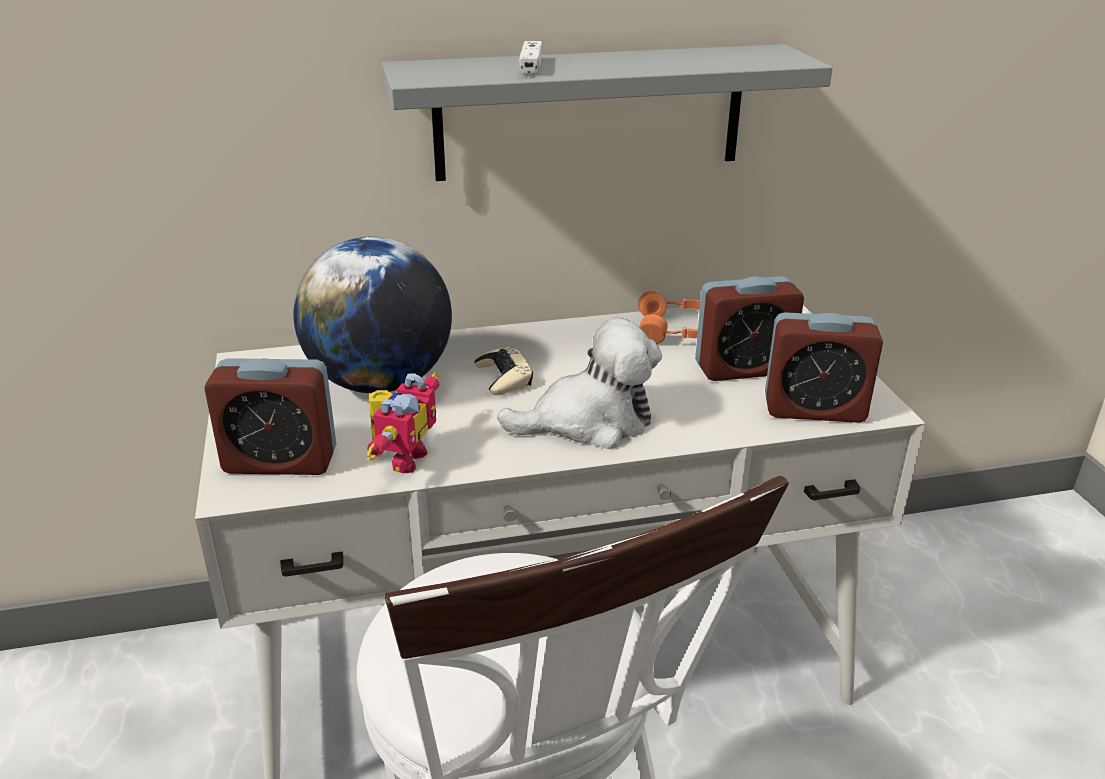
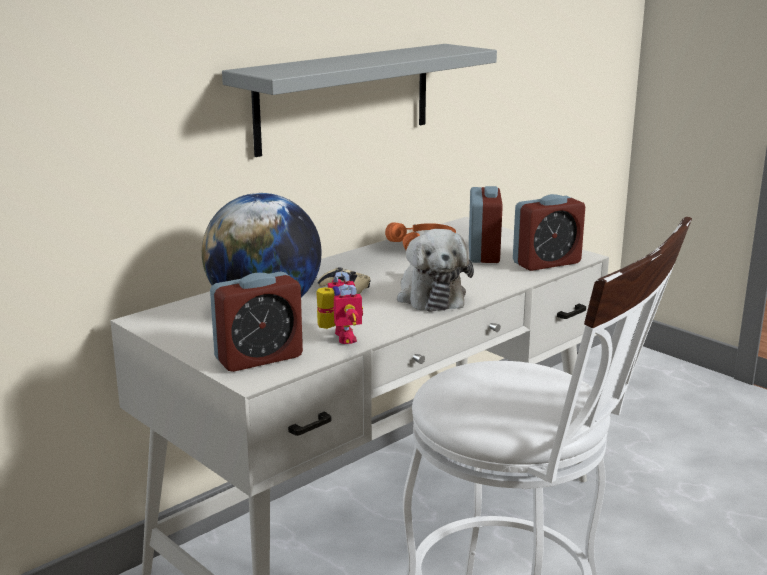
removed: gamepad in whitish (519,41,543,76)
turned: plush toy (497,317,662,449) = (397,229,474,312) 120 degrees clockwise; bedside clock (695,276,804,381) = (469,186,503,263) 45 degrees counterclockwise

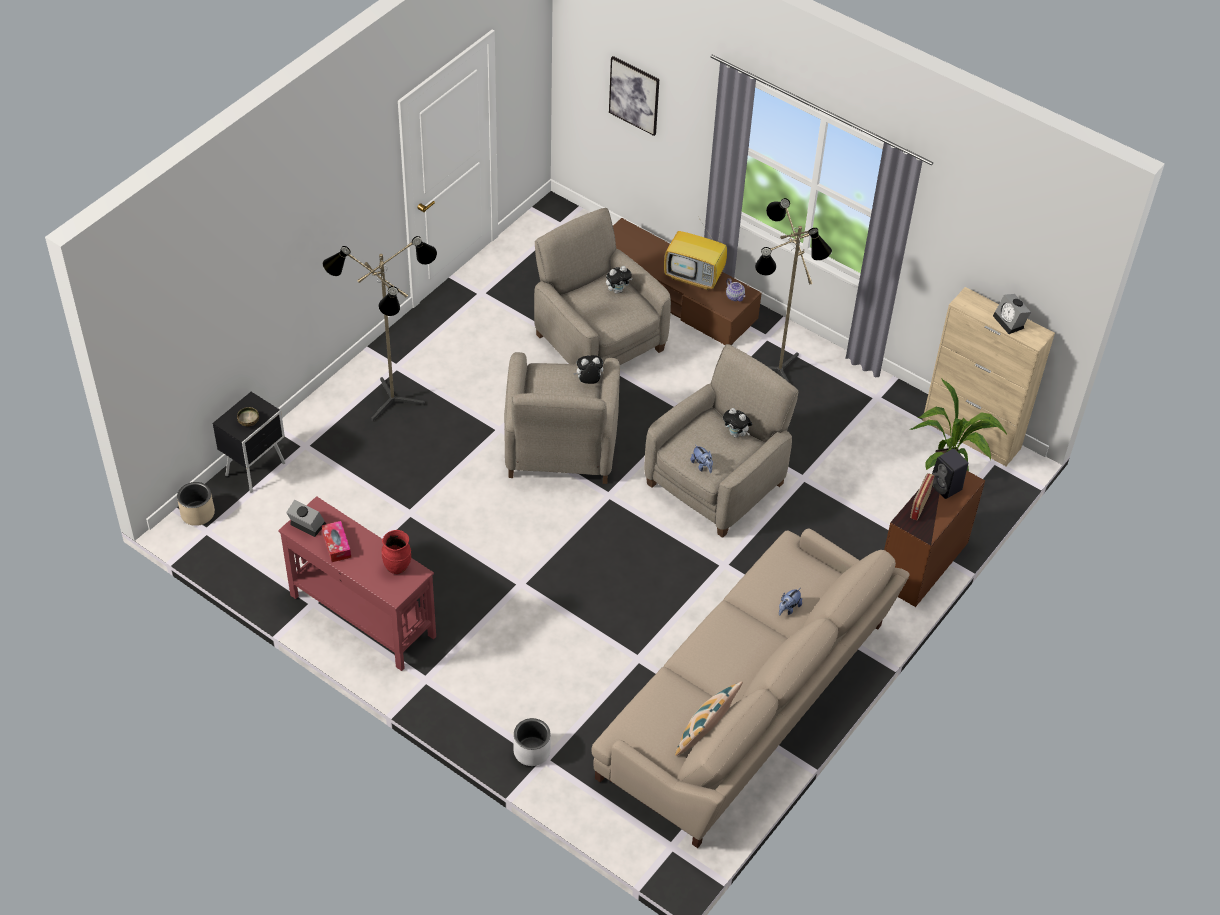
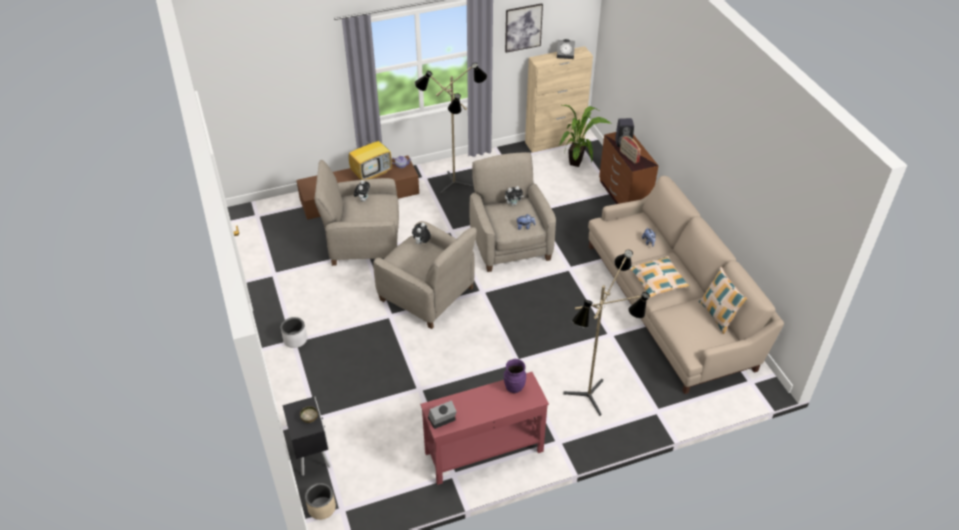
removed: tissue holder (322,521,351,562)
added: throw pillow (630,256,690,297)
moved: standard lamp (323,236,437,421) to (563,250,650,416); plant pot in whitish (513,718,551,766) to (281,317,307,348); wall art (609,56,659,136) to (505,3,543,53)
recoloured: decorative vase in red (381,530,411,574) to decorative vase in purplish (504,359,526,393)

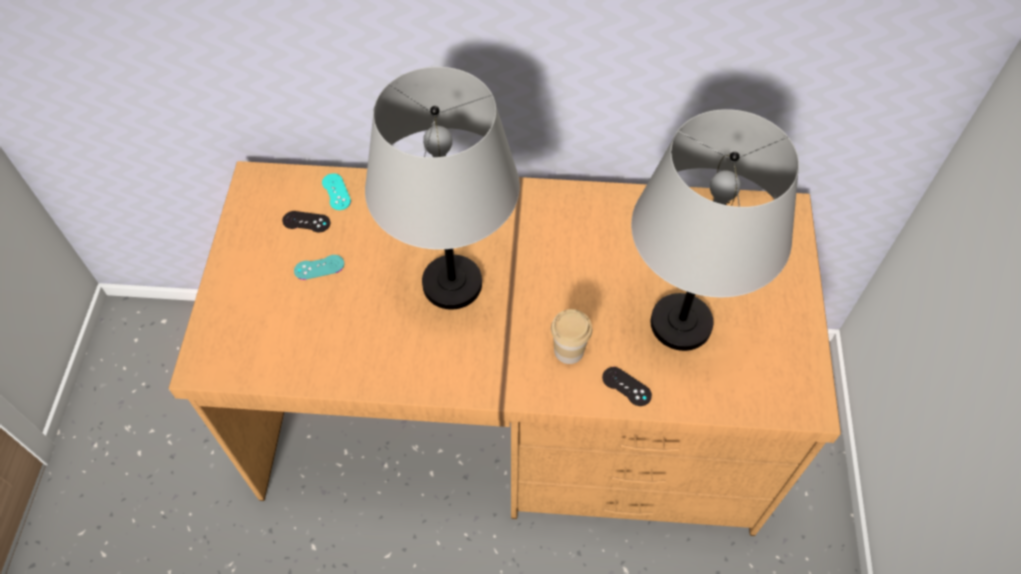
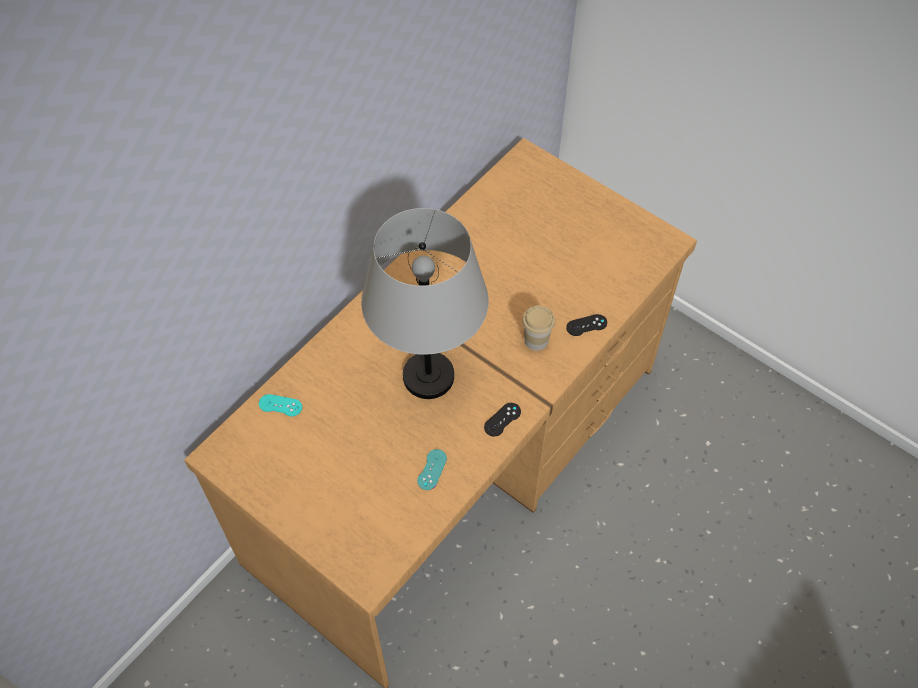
removed: table lamp in greyish (631,109,799,351)
moved: gamepad in blackish (282,211,330,232) to (484,403,521,437); gamepad in turquoise-coloured (294,255,344,280) to (417,449,447,490)

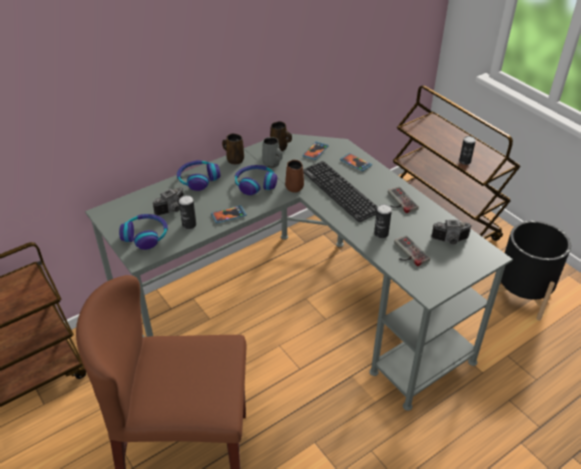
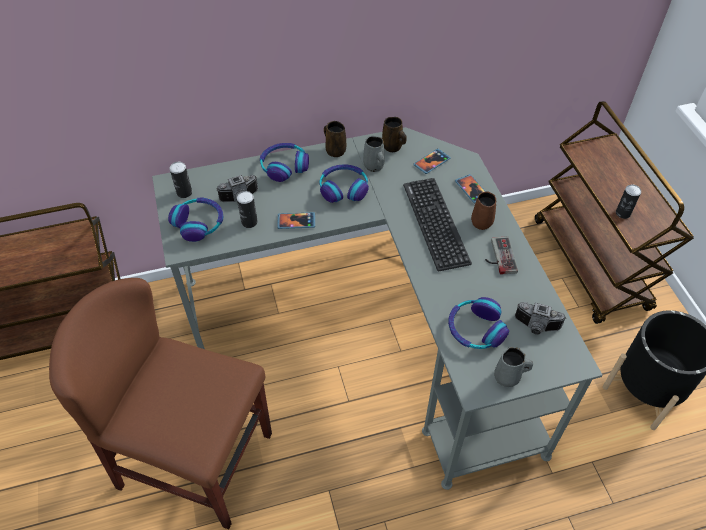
added: mug in greyish (494,347,533,387)
moved: mug in brownish (285,160,304,192) to (471,191,496,230); metal can (374,204,392,238) to (169,162,192,198)
replaced: gamepad (394,235,430,267) to pair of headphones (448,297,509,349)

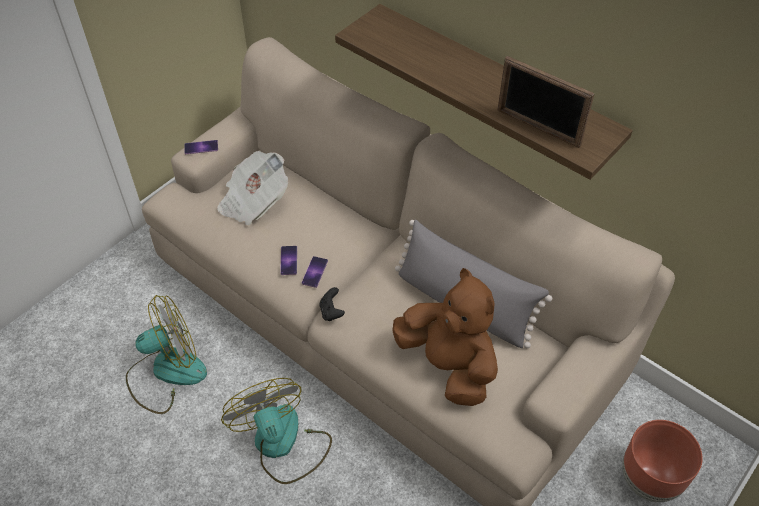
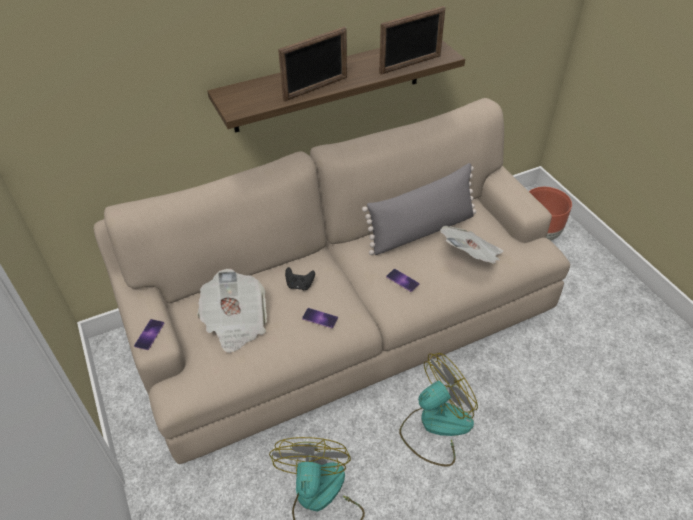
added: standing frame (278,27,347,101)
moved: telephone (302,256,328,288) to (386,269,419,292); gamepad in blackish (320,287,345,321) to (285,267,315,290)
replaced: plush toy in brownish (392,268,498,406) to newspaper (440,226,504,264)
turned: electric fan (221,378,332,484) = (400,353,478,467) 150 degrees clockwise

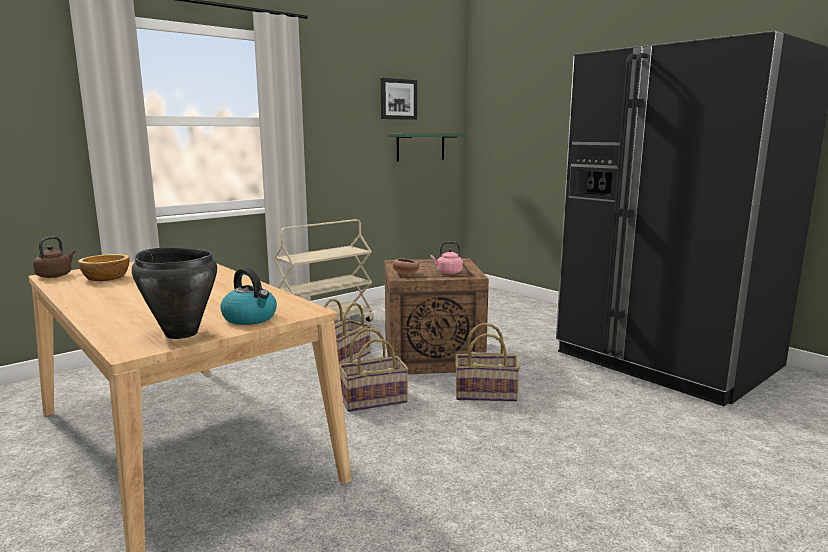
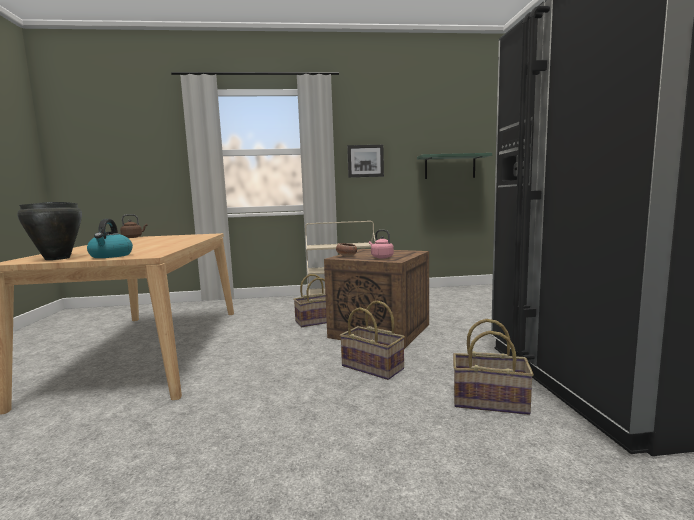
removed: serving bowl (78,254,130,281)
moved: basket (339,328,408,412) to (453,319,534,415); wall art (381,78,417,120) to (347,145,384,178)

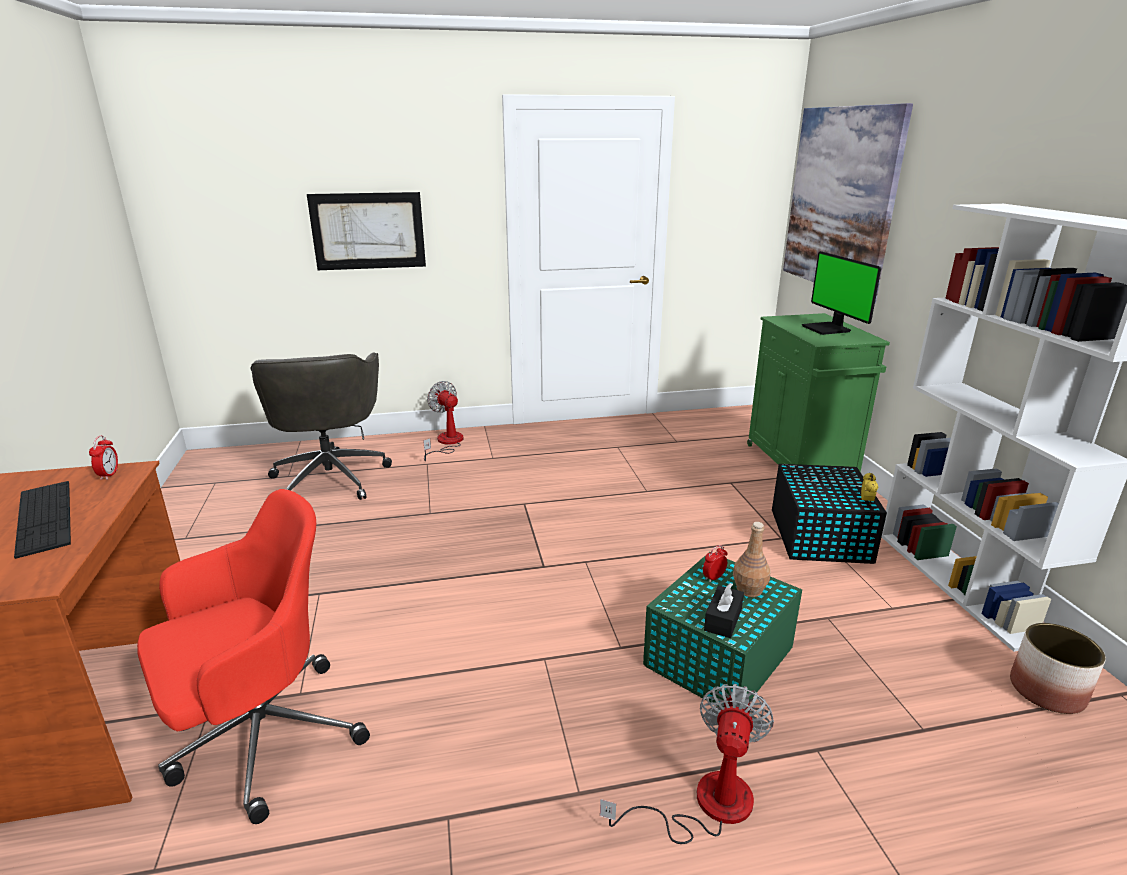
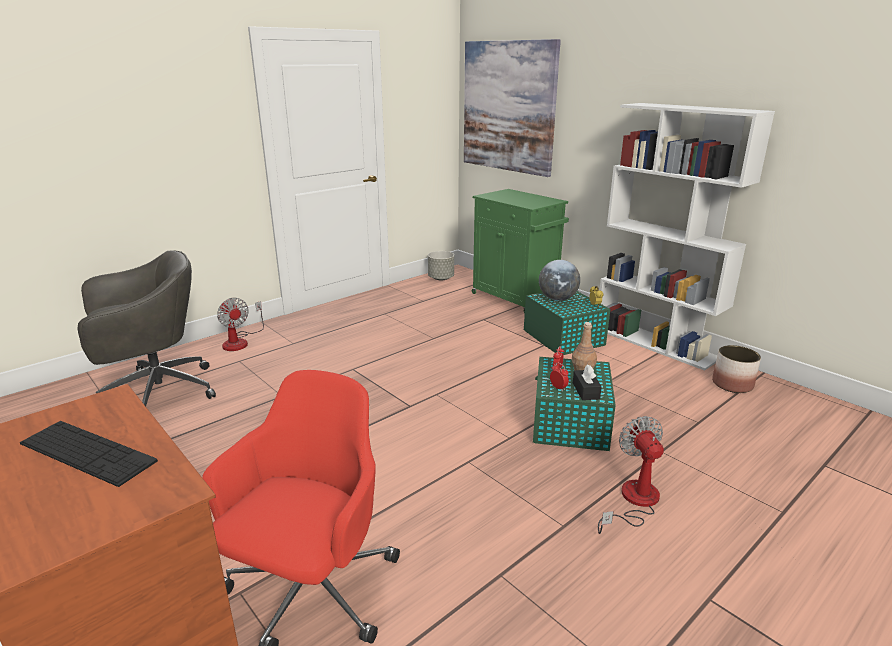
removed: wall art (307,192,426,270); monitor (802,251,881,335)
added: plant pot in greyish (428,251,454,280); world globe (539,260,580,301)
moved: bedside clock (89,435,118,480) to (550,363,569,390)
recoloured: storage bin in blackish (772,464,887,564) to storage bin in greenish (524,291,610,355)
turned: desk chair in greyish (251,353,392,500) = (77,250,216,406) 75 degrees counterclockwise; electric fan (423,381,464,461) = (217,298,264,351) 150 degrees counterclockwise

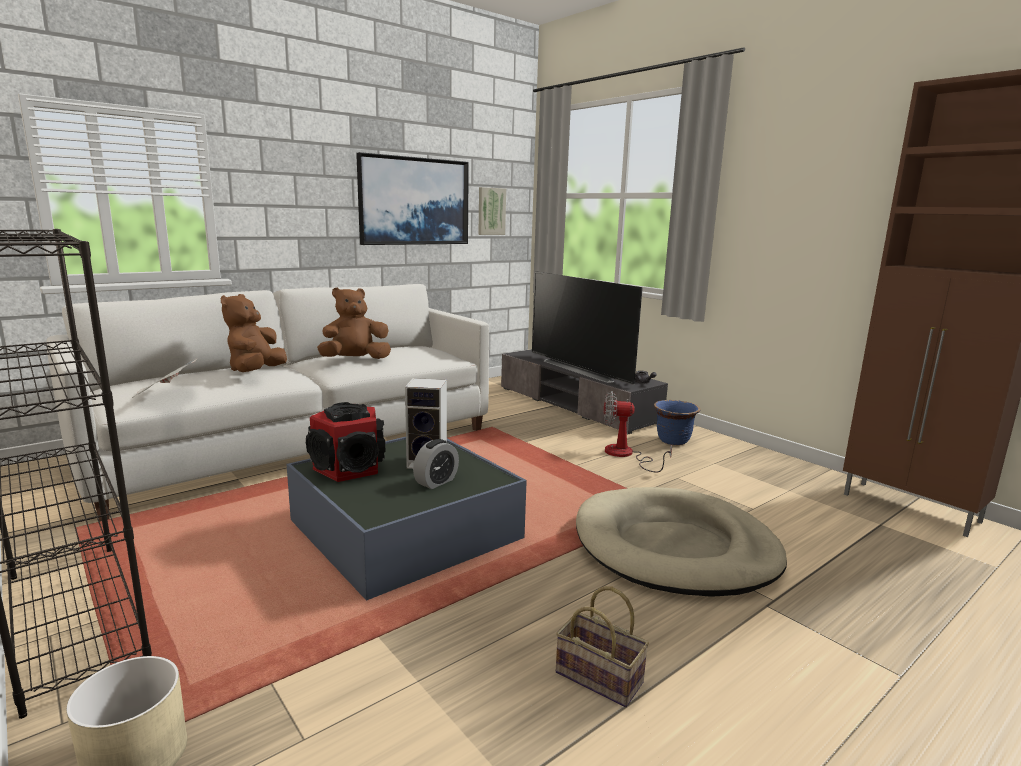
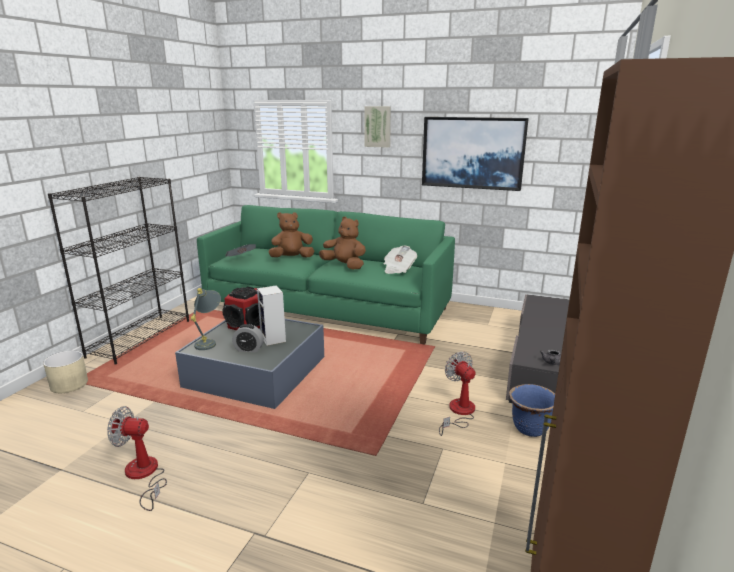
removed: TV set (532,271,643,385); dog bed in beige (576,487,787,597)
added: table lamp in greyish (190,288,221,350); newspaper (384,245,417,274)
moved: wall art (478,187,506,235) to (364,106,391,148)
replaced: basket (556,586,649,707) to electric fan (107,406,167,511)
recoloured: sofa in whitish (47,284,489,521) to sofa in greenish (197,205,455,344)

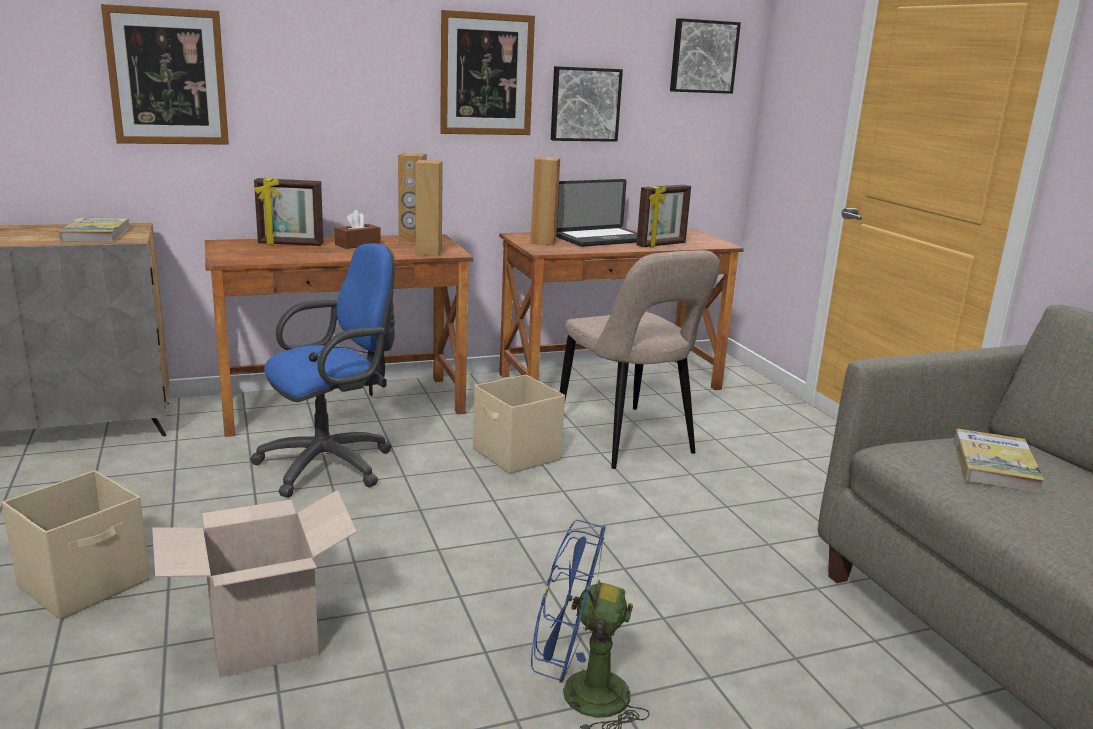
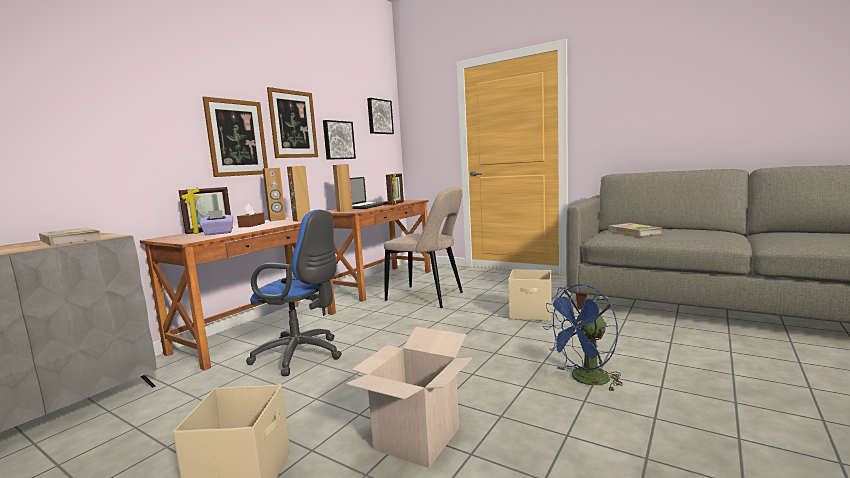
added: tissue holder in purplish (200,210,233,235)
moved: wall art (101,4,229,145) to (203,97,268,177); storage bin in beige (473,375,565,474) to (508,269,552,321)
turned: desk chair in bluish (250,243,395,497) = (246,210,342,376) 90 degrees clockwise

